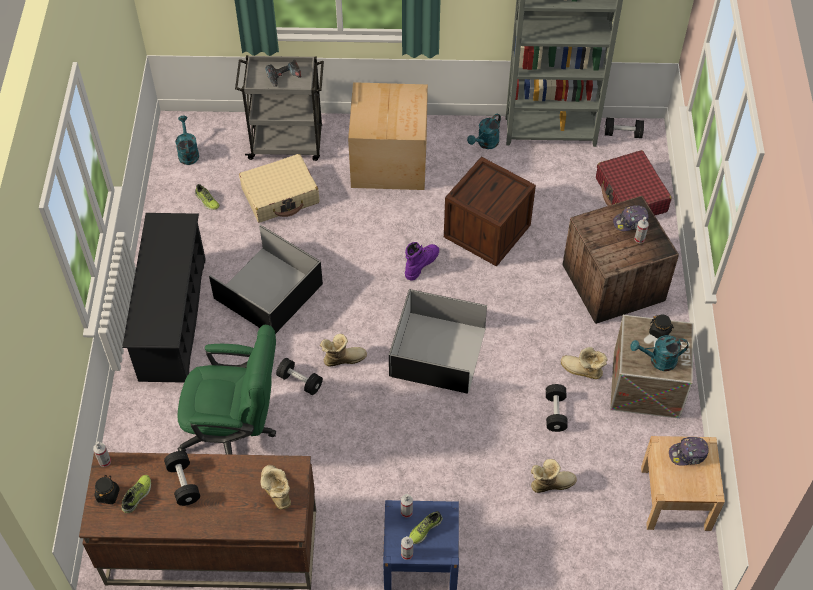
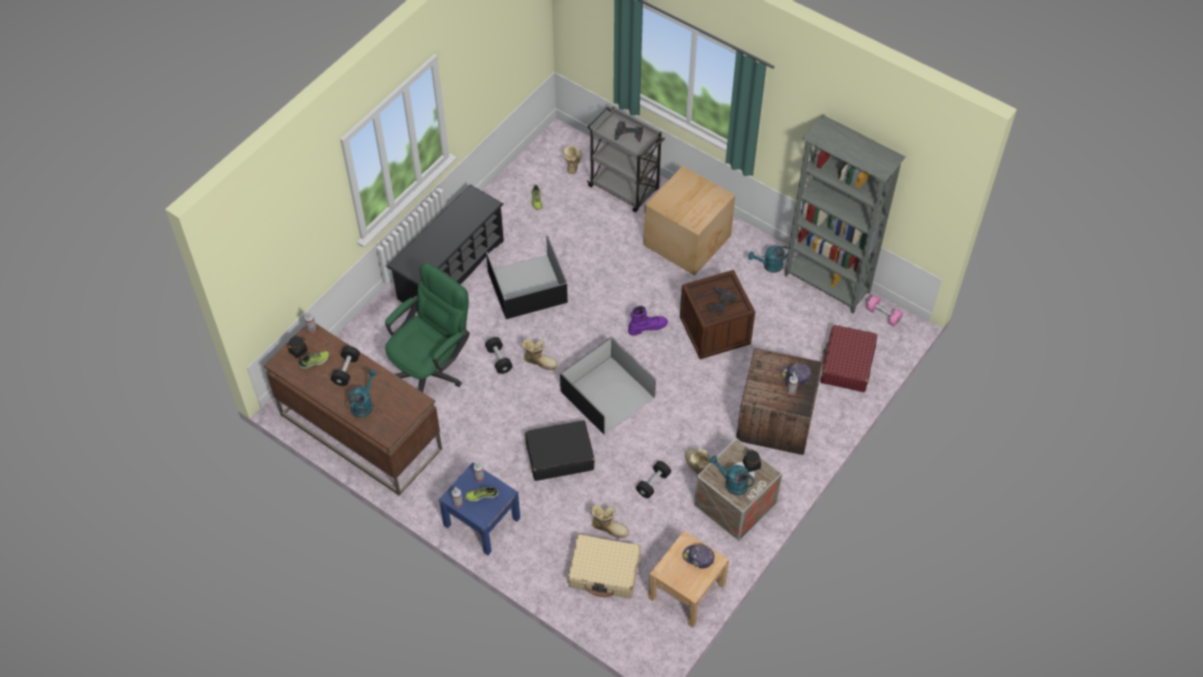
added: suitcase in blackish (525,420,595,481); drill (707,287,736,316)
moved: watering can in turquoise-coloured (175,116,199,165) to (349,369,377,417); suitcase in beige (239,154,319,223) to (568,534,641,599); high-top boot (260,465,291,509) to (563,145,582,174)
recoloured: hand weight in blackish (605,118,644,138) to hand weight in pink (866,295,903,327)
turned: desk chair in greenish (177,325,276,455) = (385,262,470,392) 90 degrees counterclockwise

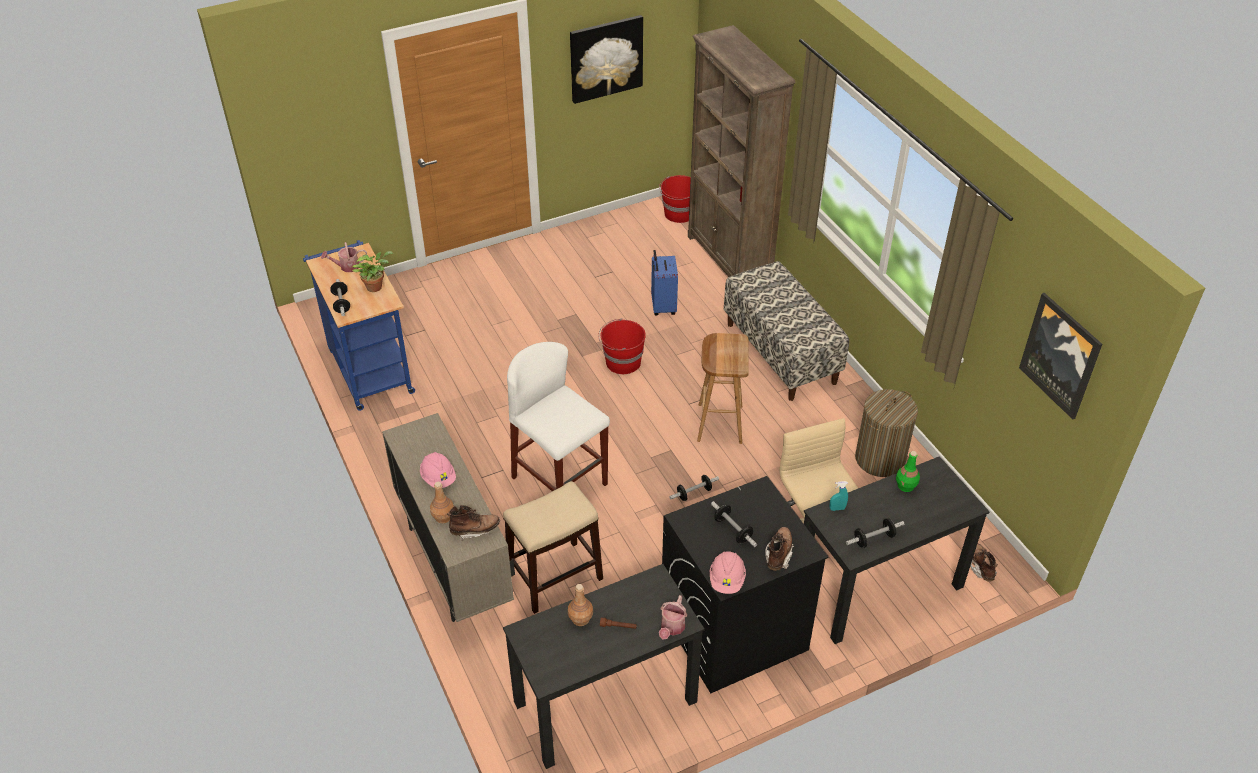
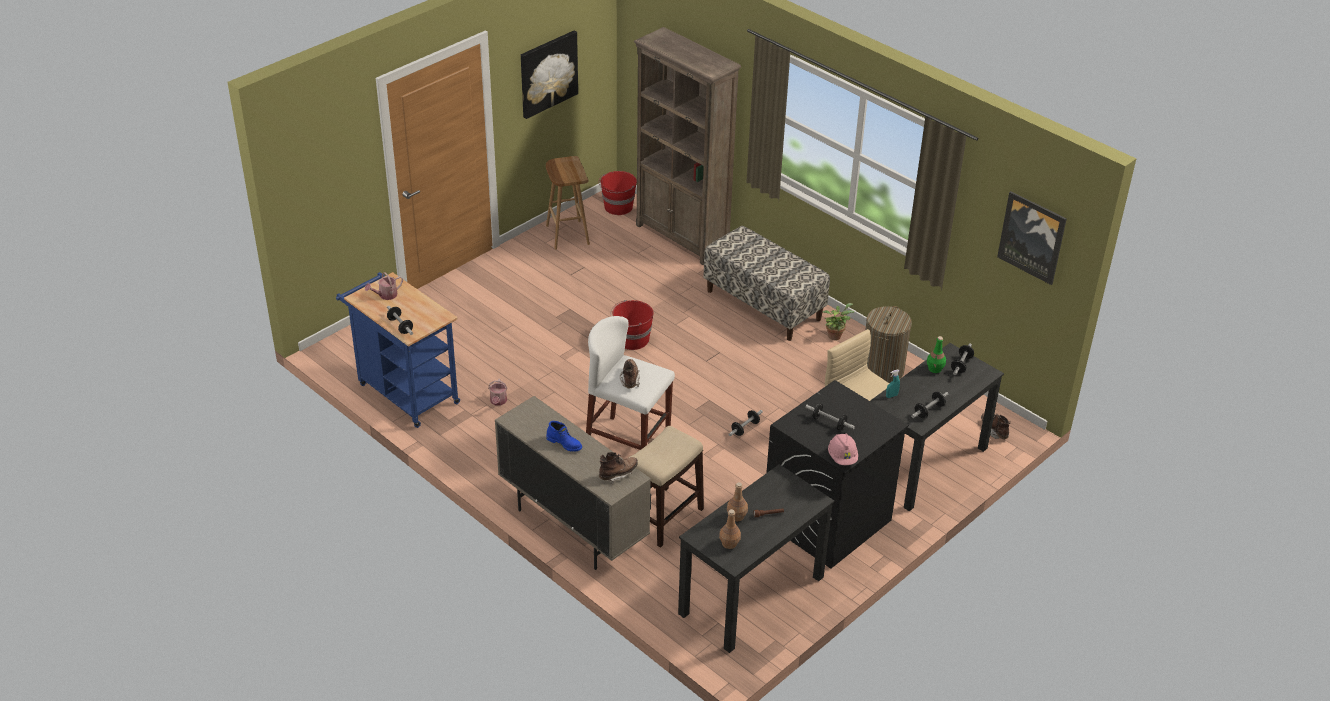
removed: suitcase in bluish (651,250,678,316)
added: hand weight (951,343,974,375)
moved: plant in a pot (352,251,393,292) to (823,303,854,340); bottle in brownish (430,482,454,523) to (719,509,741,549); watering can (659,595,687,639) to (488,379,507,406); stool seat in brownish (697,333,749,444) to (546,156,590,250); high-top boot in brownish (765,527,794,571) to (620,359,640,388)
replaced: safety helmet in pink (420,452,456,488) to high-top boot in bluish (546,421,582,452)

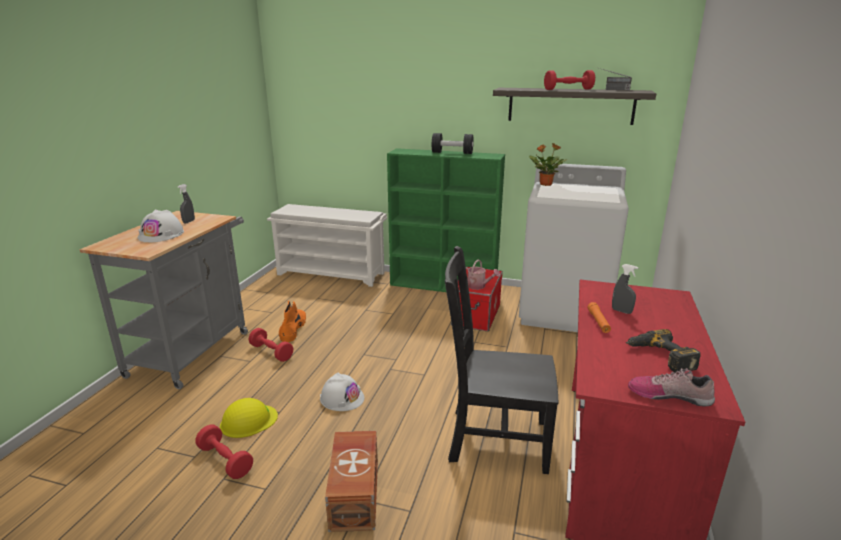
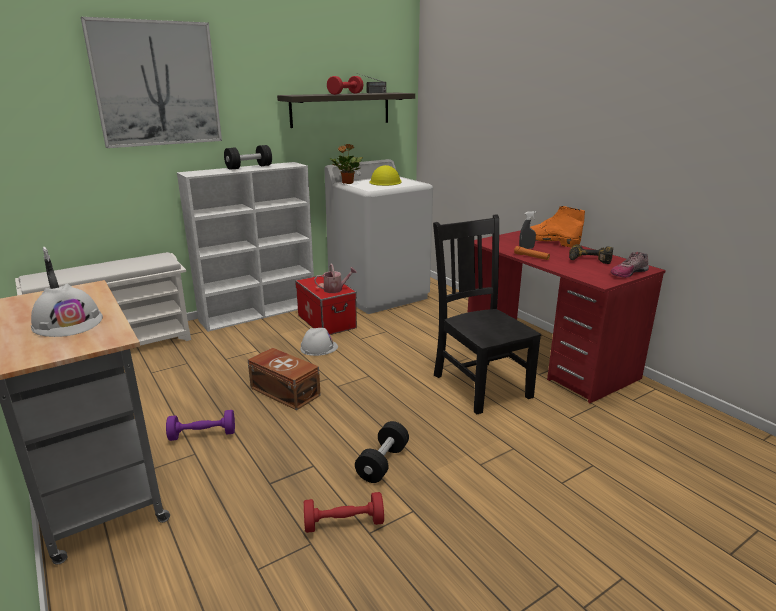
added: wall art (81,17,222,148); hand weight in blackish (355,421,409,483)
moved: safety helmet in yellow (220,398,278,438) to (369,165,401,186); high-top boot in orange (279,301,306,342) to (530,206,585,247); safety helmet in whitish (320,373,364,411) to (300,328,338,356); storage bin in brownish (325,431,378,532) to (248,348,321,411)
recoloured: hand weight in red (249,328,293,362) to hand weight in purplish (166,410,235,441); bookshelf in greenish (387,148,505,292) to bookshelf in whitish (177,162,314,332)
turned: plain chair in blackish (444,246,558,474) = (433,215,542,415) 105 degrees clockwise

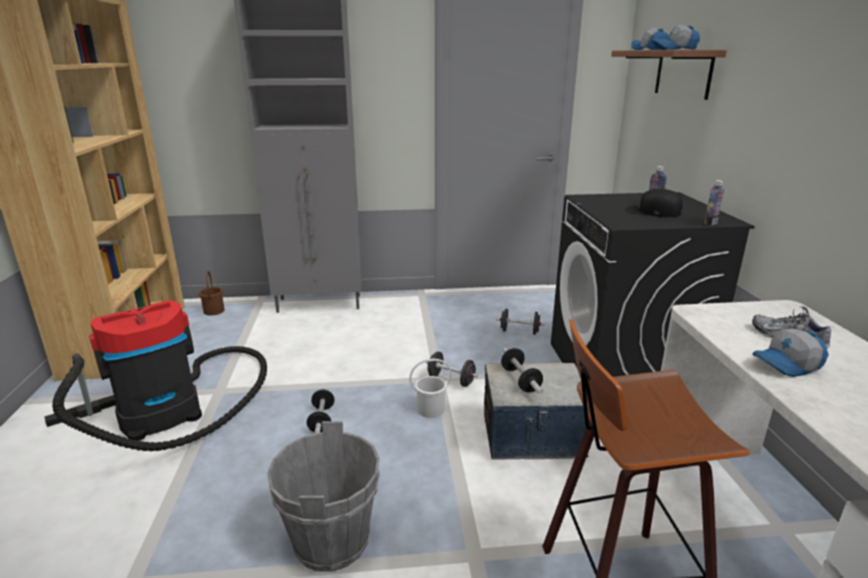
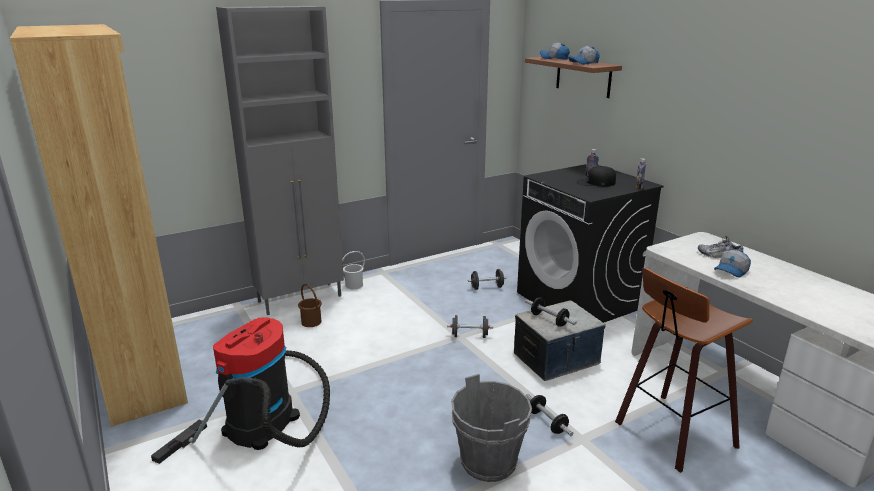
moved: bucket in brownish (198,271,225,315) to (298,284,322,327); hand weight (307,387,334,434) to (526,394,574,436); bucket in whitish (409,359,452,418) to (342,251,365,289)

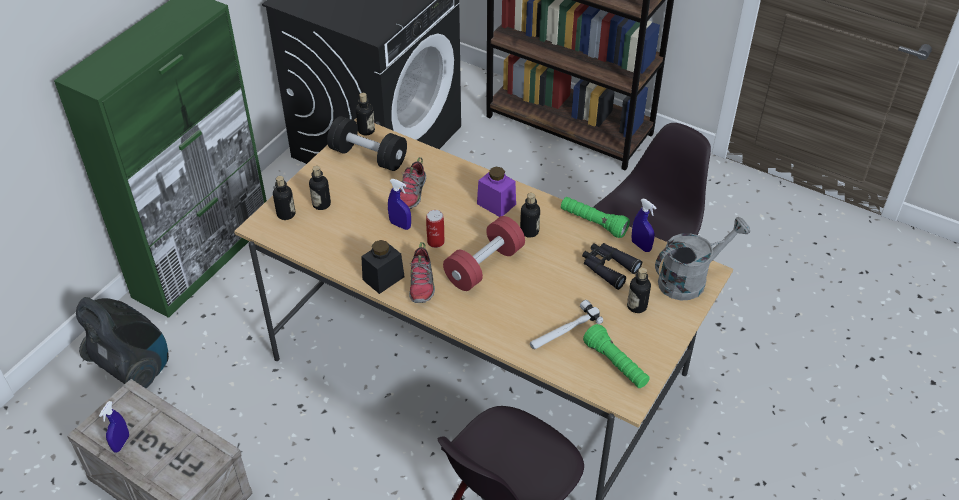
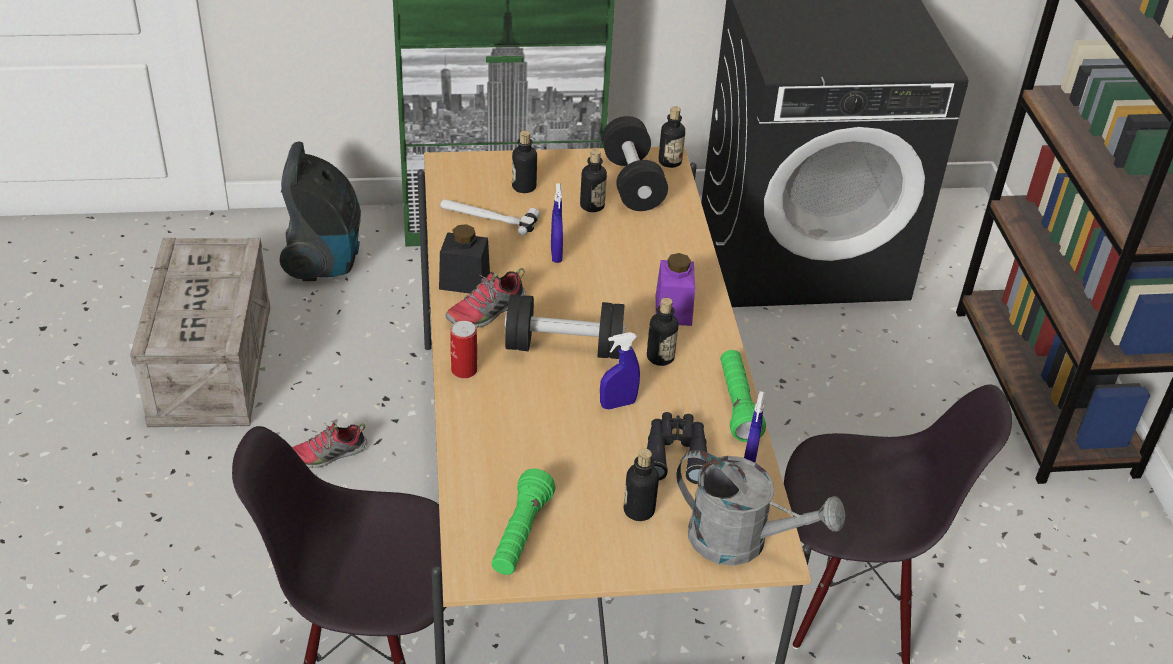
moved: hand sprayer in bluish (99,401,129,453) to (600,332,640,410); bottle (273,176,295,220) to (580,149,607,212); shoe (400,157,426,209) to (292,422,367,468); metal can (426,210,445,248) to (450,321,477,378); tool hammer (530,300,603,349) to (440,199,540,236)
recoloured: hand weight in red (443,216,525,291) to hand weight in blackish (505,294,626,359)

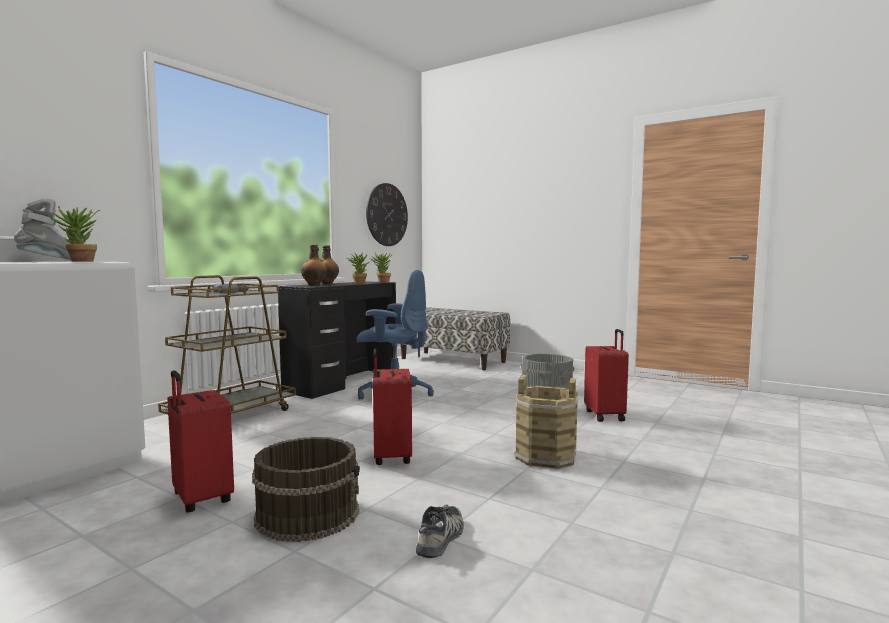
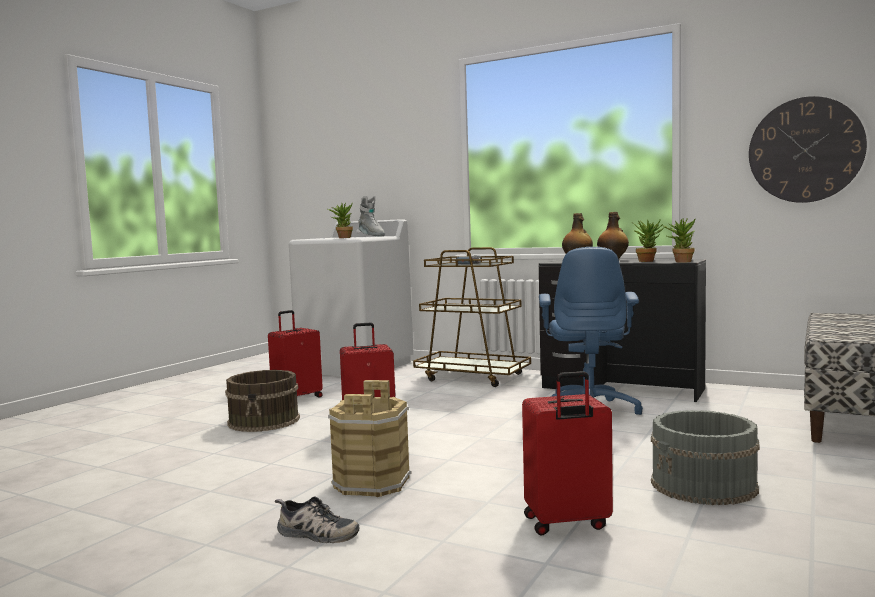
moved: shoe (416,505,464,558) to (275,496,360,543)

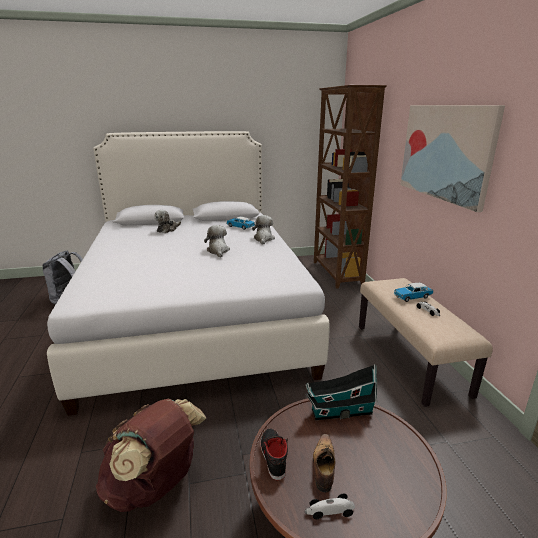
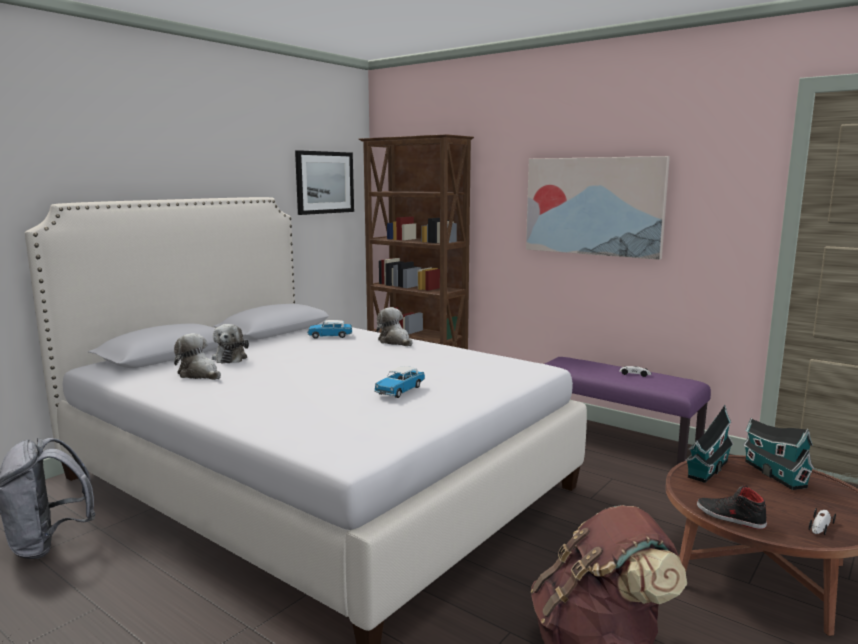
removed: shoe (313,434,335,492)
added: wall art (295,150,354,215); toy house (743,418,815,490)
moved: plush toy (204,225,230,258) to (174,333,221,380); miniature car (394,283,433,302) to (374,366,425,398)
recoloured: bench in beige (359,278,493,407) to bench in purplish (545,357,711,464)

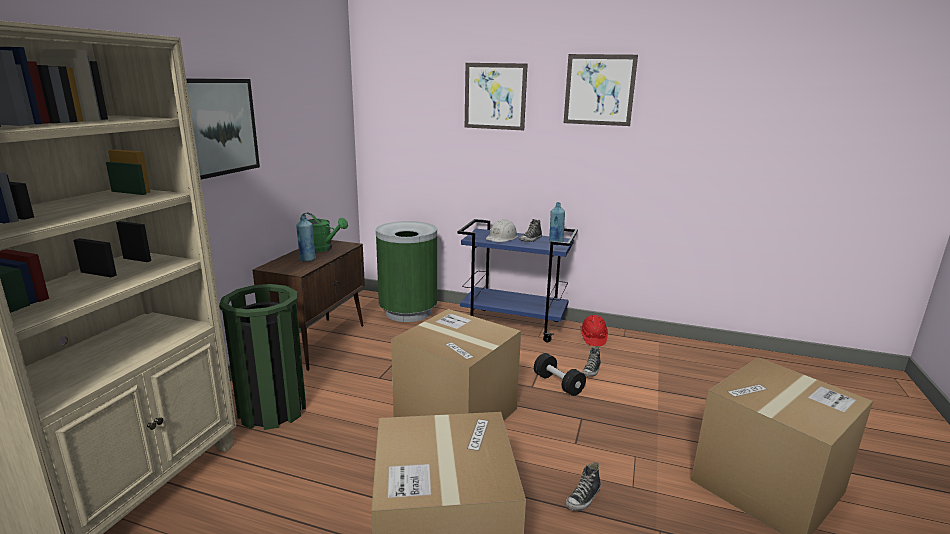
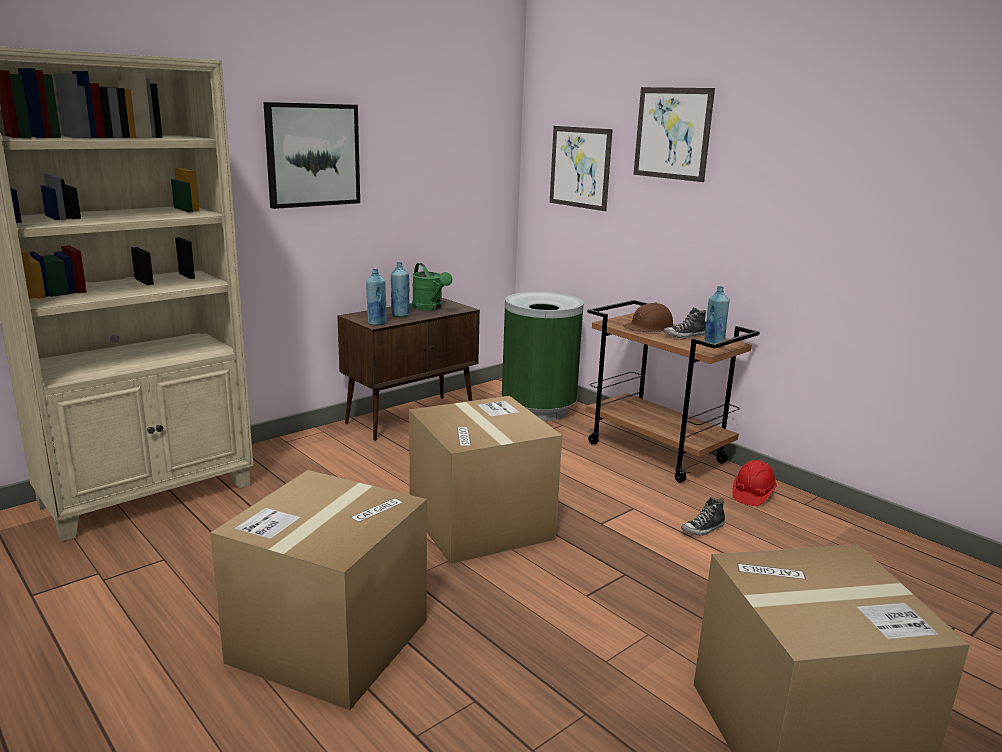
removed: waste bin in greenish (219,284,306,430); hand weight in blackish (534,353,586,396); shoe (565,462,601,511)
added: bottle in bluish (366,269,387,326)
moved: wall art (564,54,638,126) to (550,126,613,211)
recoloured: wheeled cart in bluish (457,219,578,342) to wheeled cart in brownish (586,300,760,483); safety helmet in whitish (486,219,518,242) to safety helmet in brownish (623,302,673,332)

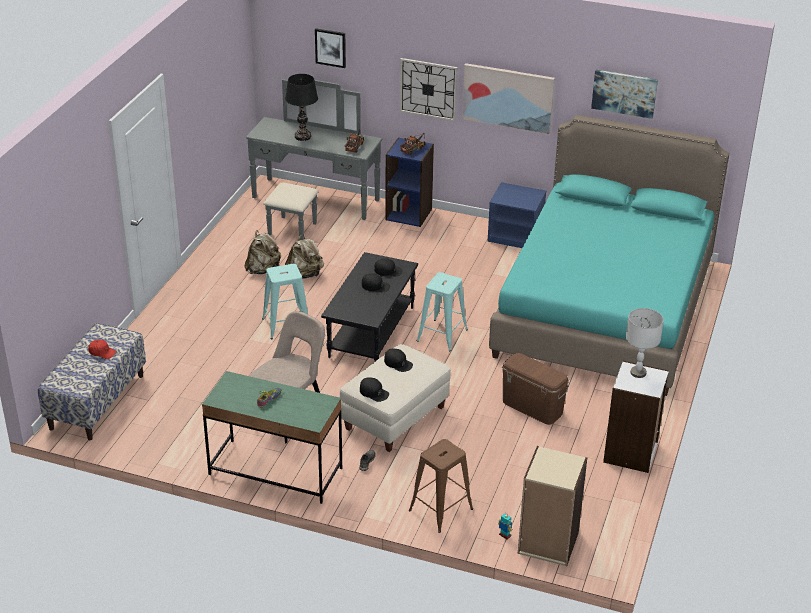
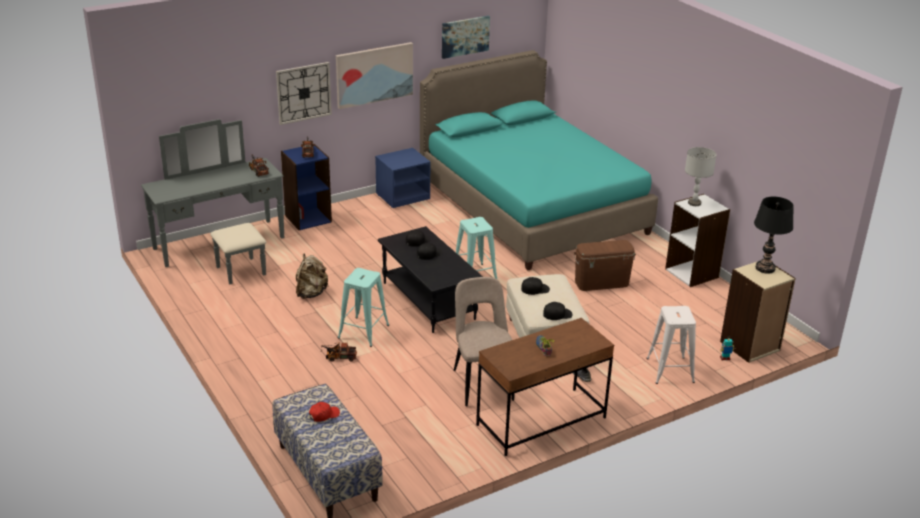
removed: knapsack in beige (244,230,281,274); wall art (315,28,346,68)
added: model truck (321,342,357,362)
moved: table lamp in blackish (285,74,318,141) to (754,197,794,274)
recoloured: desk unit in greenish (202,371,342,504) to desk unit in brownish (476,318,614,456); stool seat in brownish (409,439,473,533) to stool seat in whitish (646,306,696,384)

